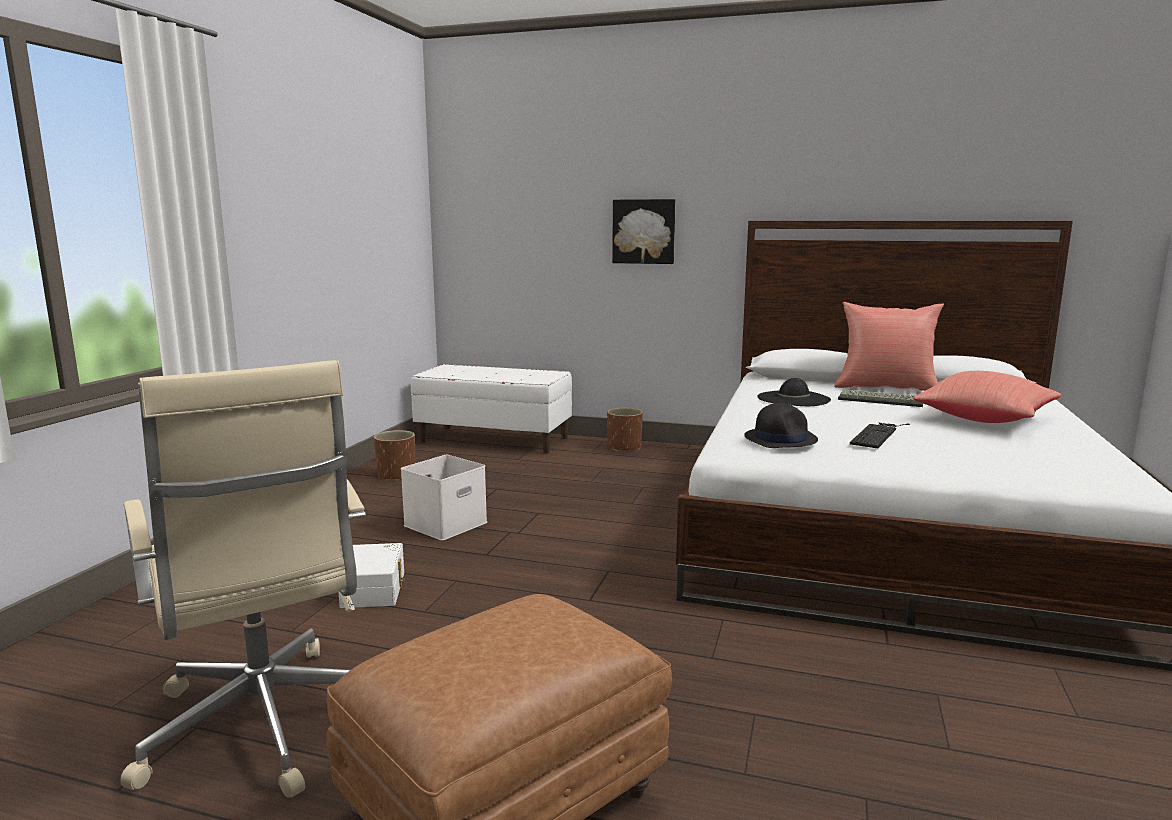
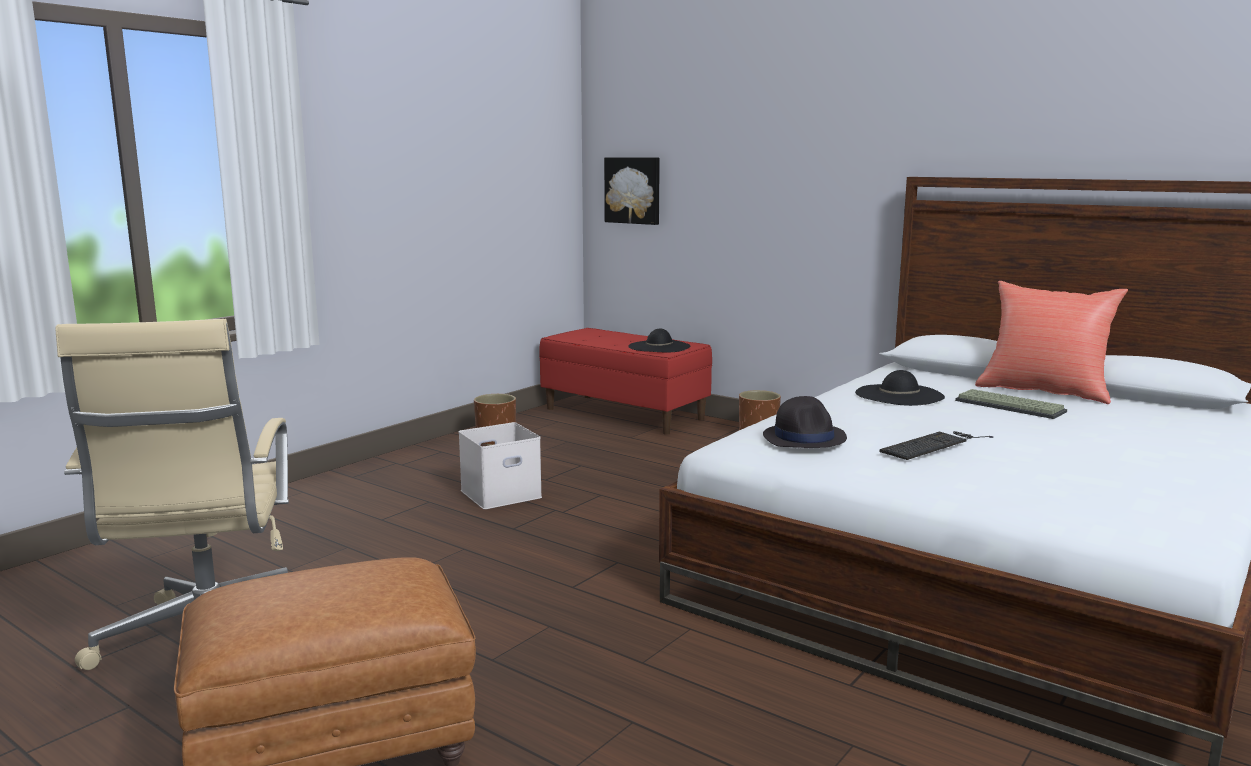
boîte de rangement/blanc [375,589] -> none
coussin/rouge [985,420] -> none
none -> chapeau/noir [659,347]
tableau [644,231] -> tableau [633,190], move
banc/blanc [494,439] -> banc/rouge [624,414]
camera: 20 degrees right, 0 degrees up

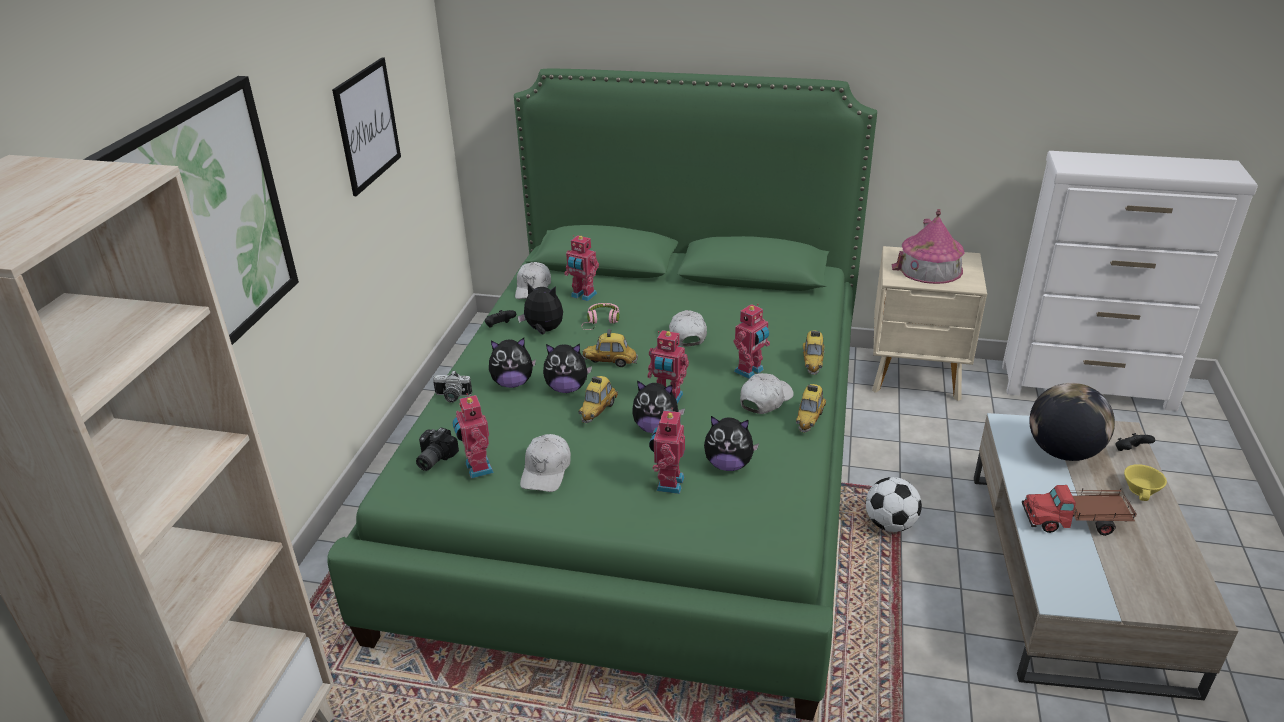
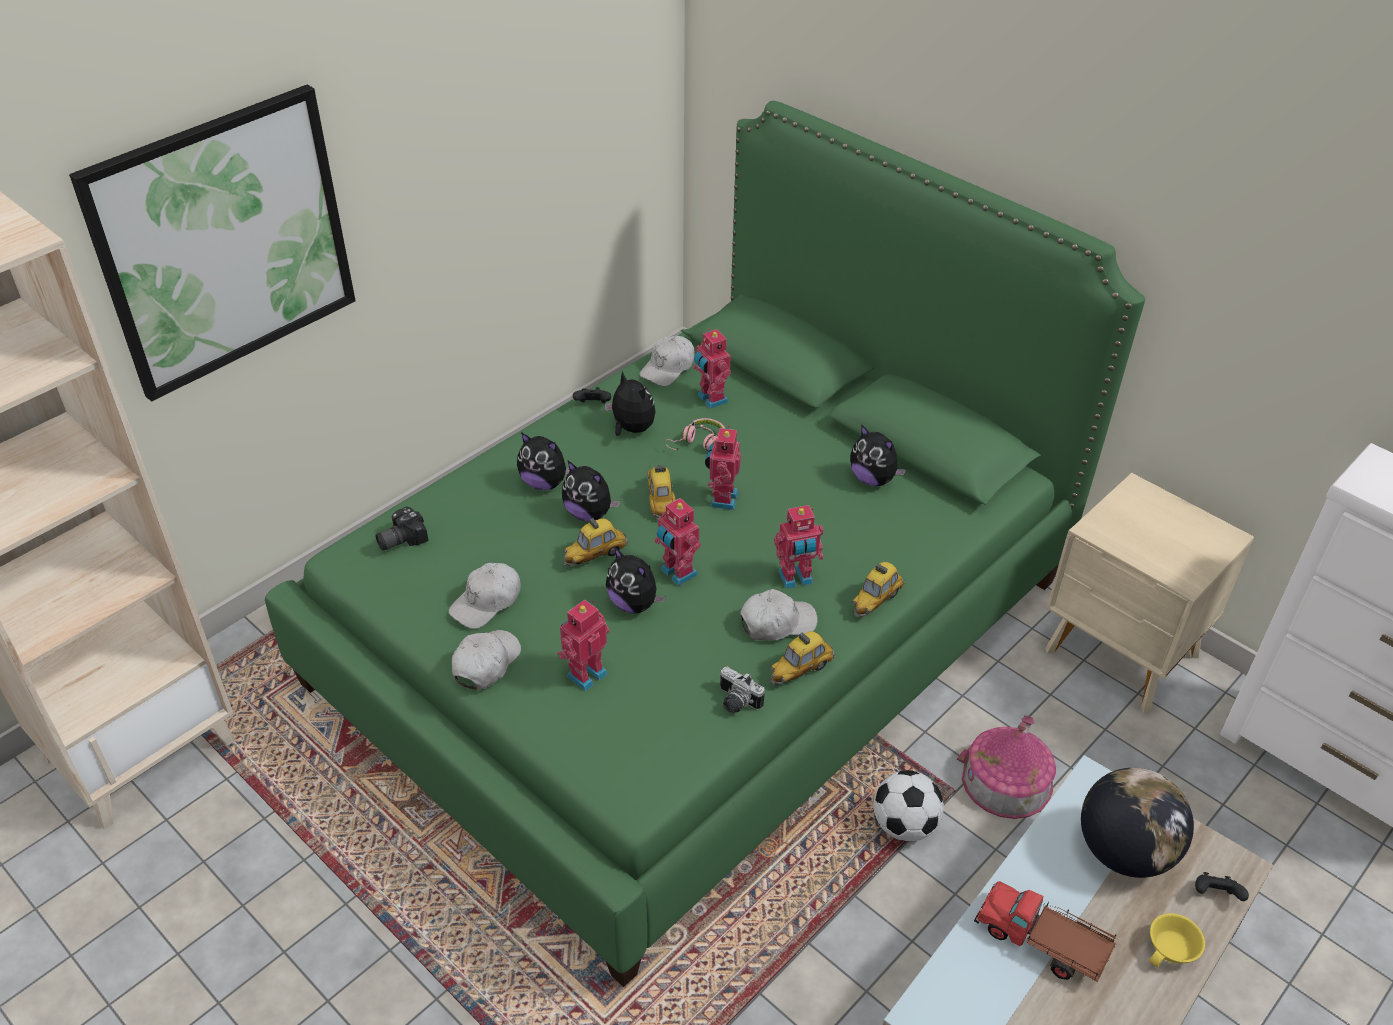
tableau [367,125] -> none
appareil photo [452,397] -> appareil photo [736,702], move
robot jouet [477,468] -> robot jouet [721,499], move
casquette/blanc [687,334] -> casquette/blanc [485,663], move
peluche [728,465] -> peluche [873,479], move
maison miniature [929,268] -> maison miniature [1006,780], move
petite voiture [610,362] -> petite voiture [660,500], 45 degrees clockwise
camera: 30 degrees right, 10 degrees up

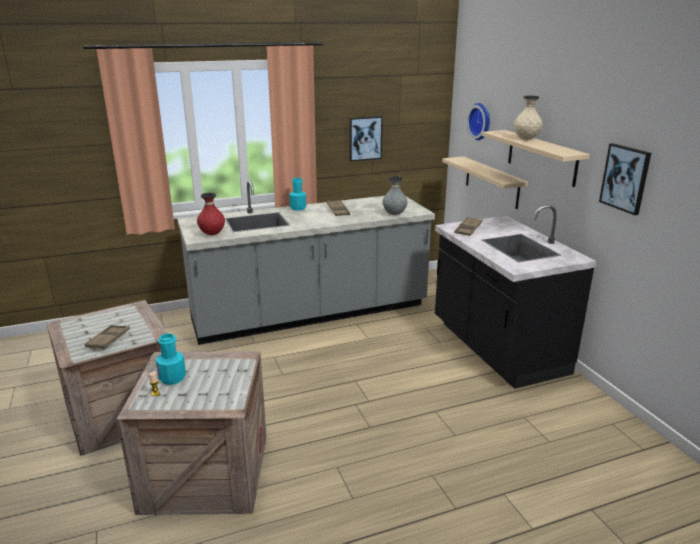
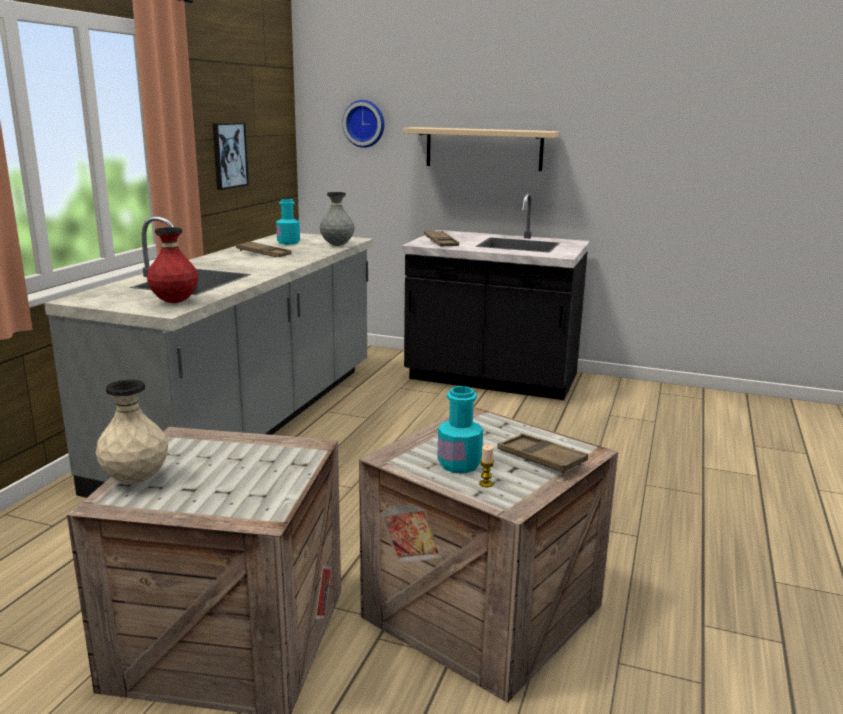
étagère/beige [492,182] -> none
tableau [625,178] -> none
plateau/marron [108,340] -> plateau/marron [541,459], move
bouteille/turquoise [298,208] -> bouteille/turquoise [288,242], move
vase/beige [526,139] -> vase/beige [136,480], move
camera: 50 degrees left, 5 degrees down

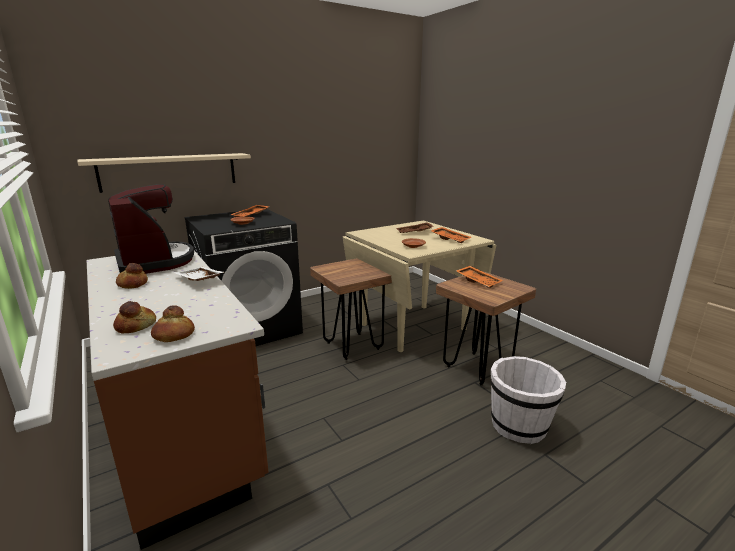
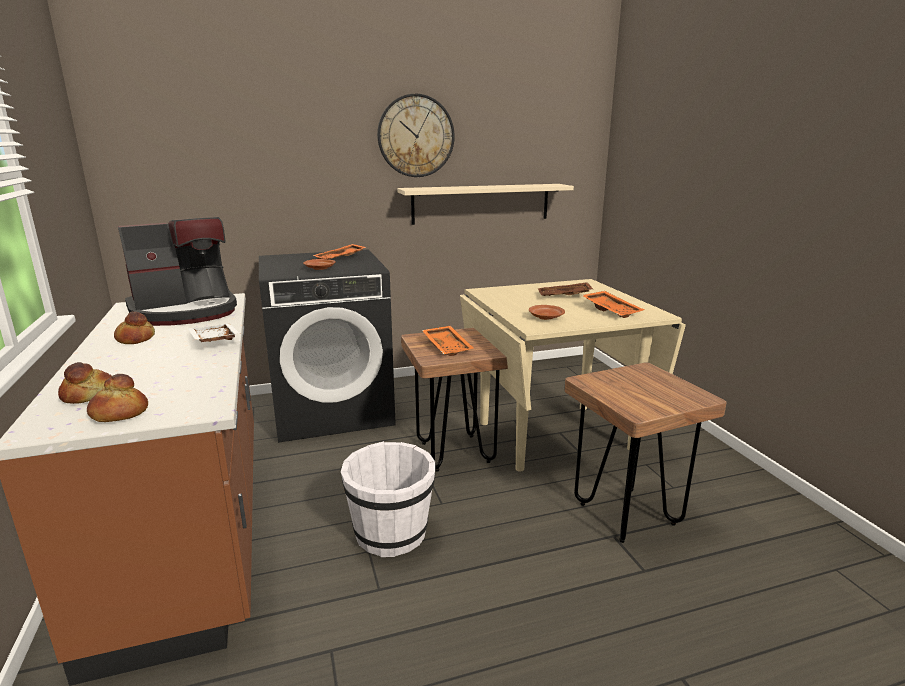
none -> horloge murale [416,136]
étagère/beige [170,171] -> étagère/beige [481,203], move
plateau/orange [478,281] -> plateau/orange [448,347], move
seau/blanc [519,426] -> seau/blanc [391,534], move
machine à café [154,261] -> machine à café [185,311], 75 degrees clockwise
camera: 15 degrees right, 0 degrees up

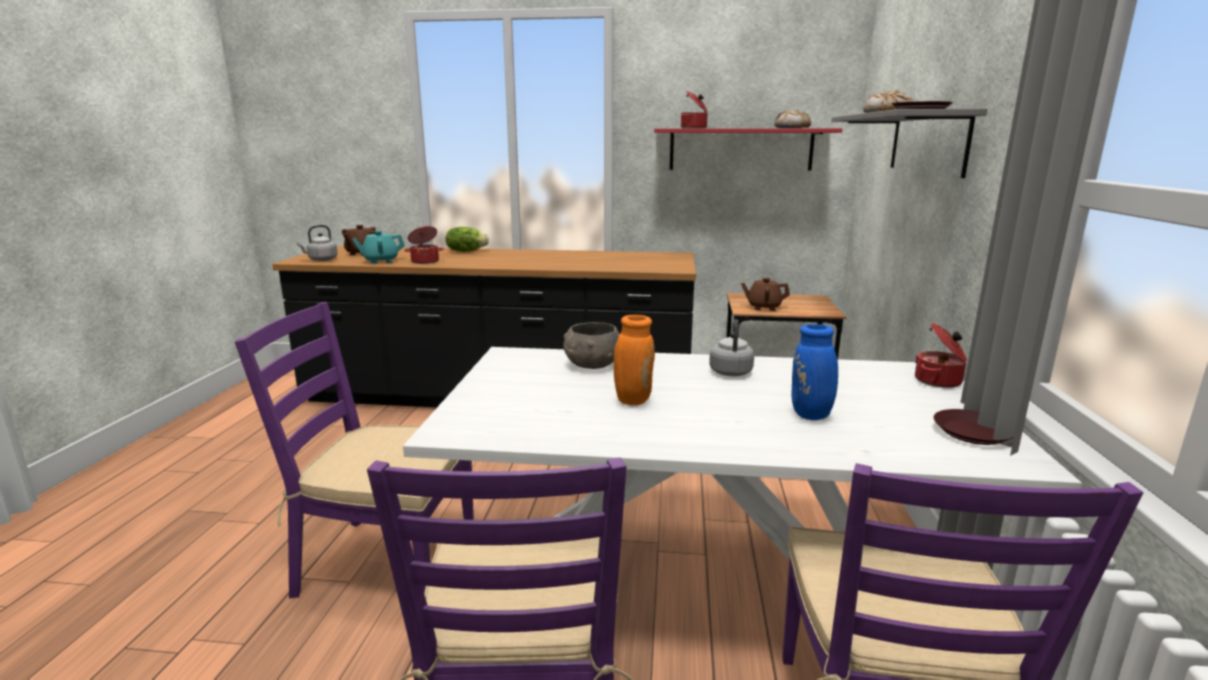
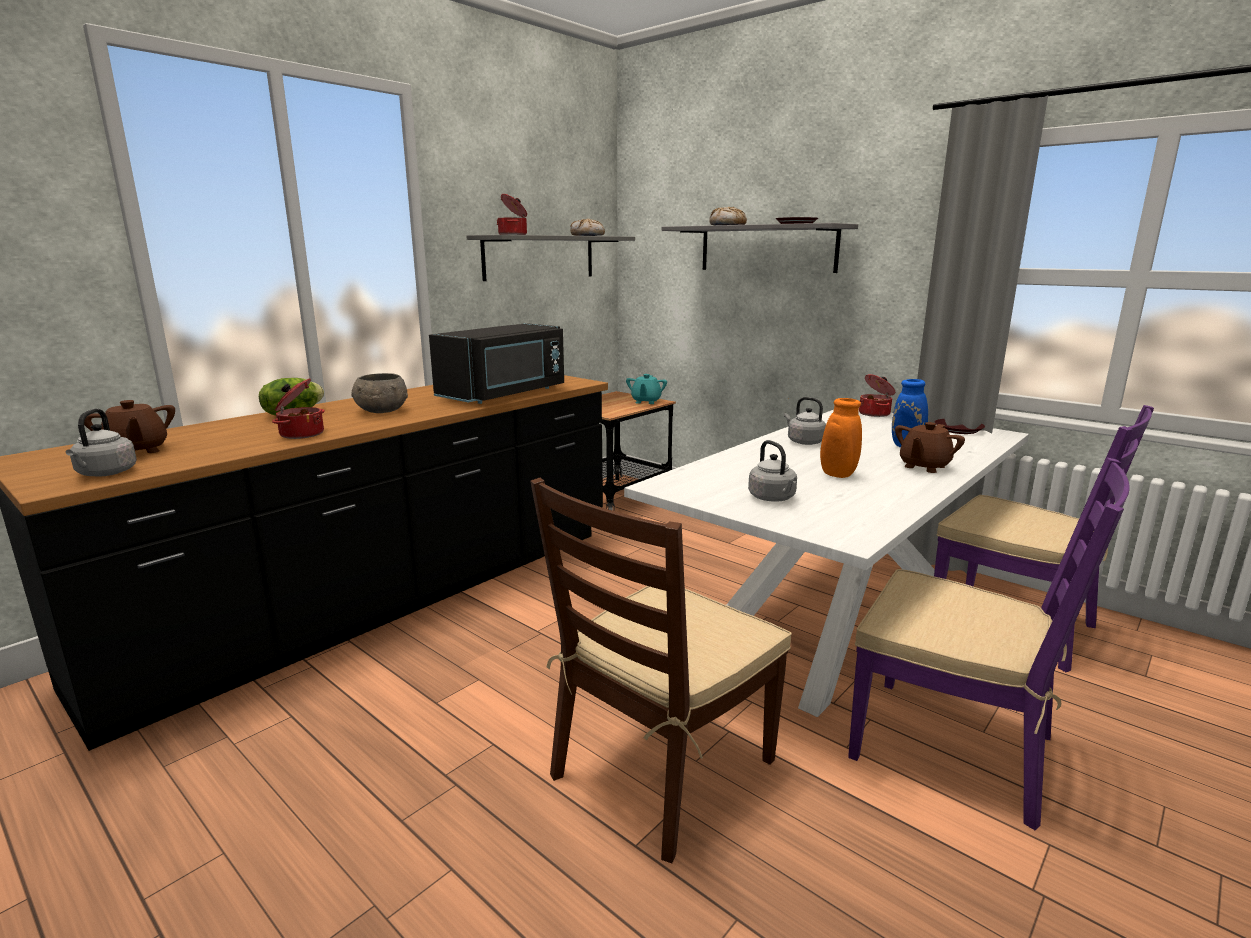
none -> micro-ondes/noir [505,394]
none -> bouilloire/gris [773,498]
théière/turquoise [380,261] -> théière/turquoise [646,401], move
bol/gris [592,365] -> bol/gris [381,411], move
théière/marron [763,307] -> théière/marron [924,466], move
chaise/violet [386,561] -> chaise/marron [662,769]
étagère/rouge [740,149] -> étagère/gris [540,257]
camera: 55 degrees left, 0 degrees up

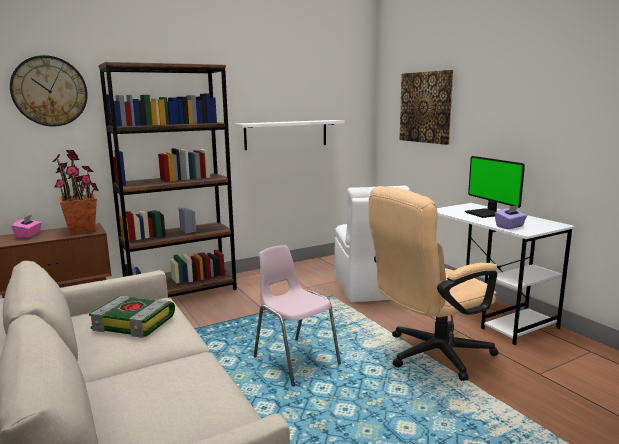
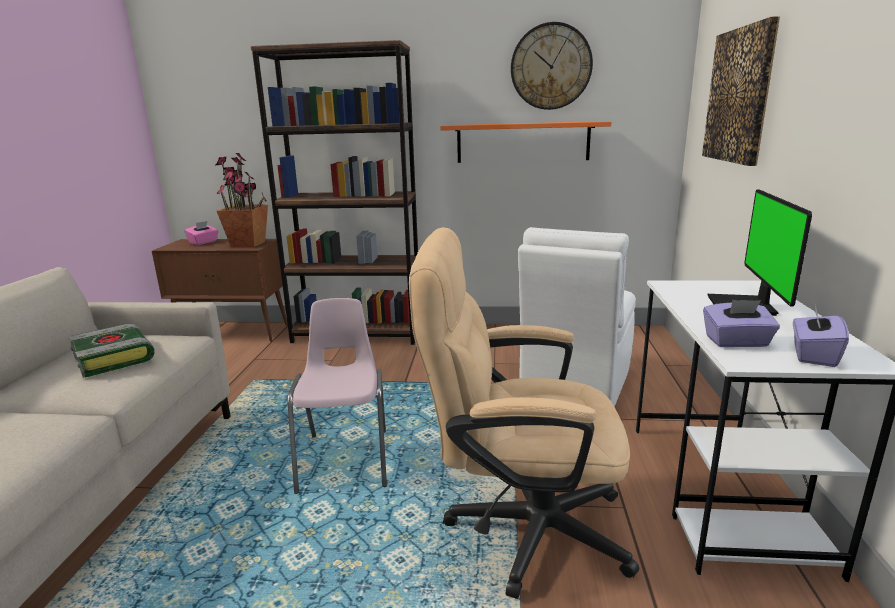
none -> boîte à mouchoirs/violet [813,355]
horloge murale [49,91] -> horloge murale [551,67], move
étagère/blanc [286,134] -> étagère/orange [523,142]
camera: 35 degrees right, 5 degrees up

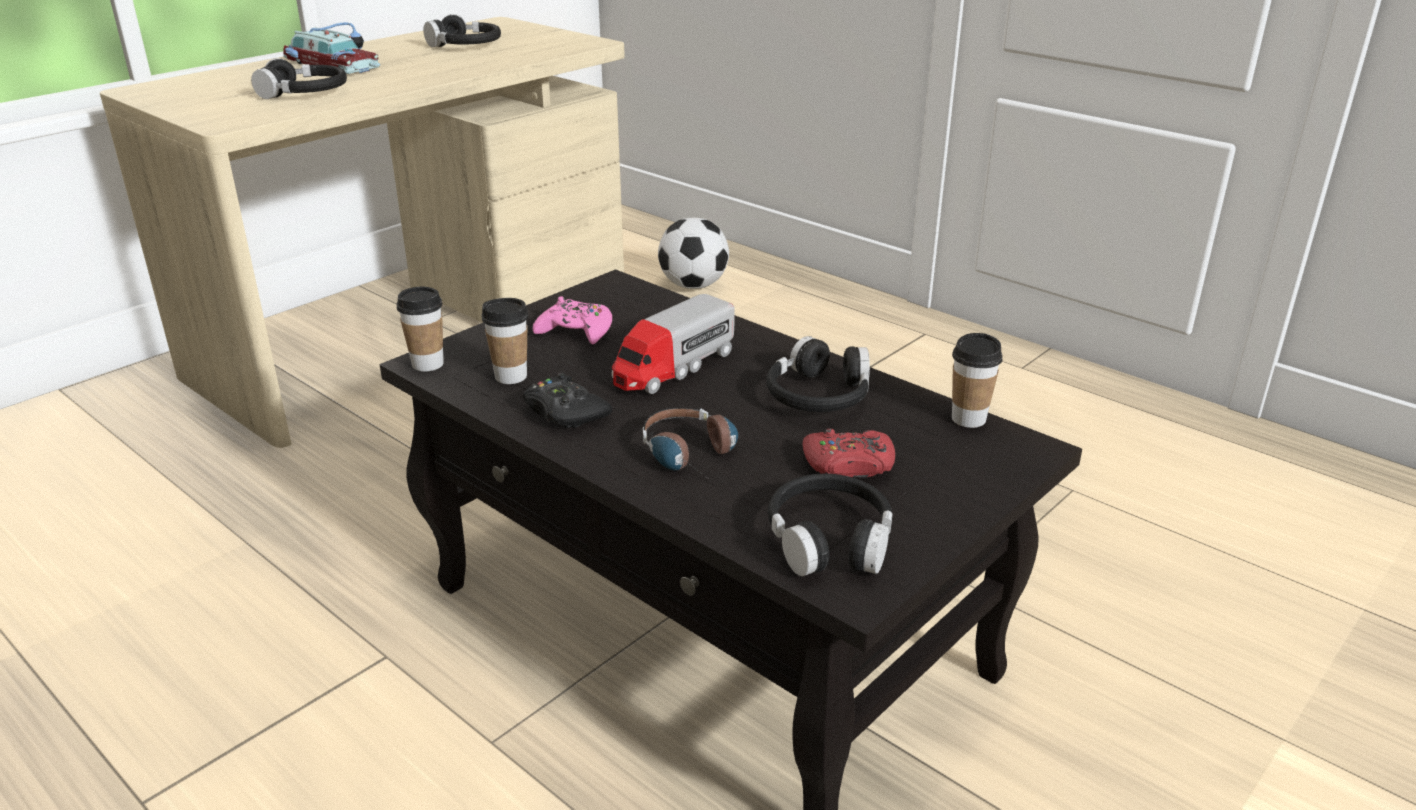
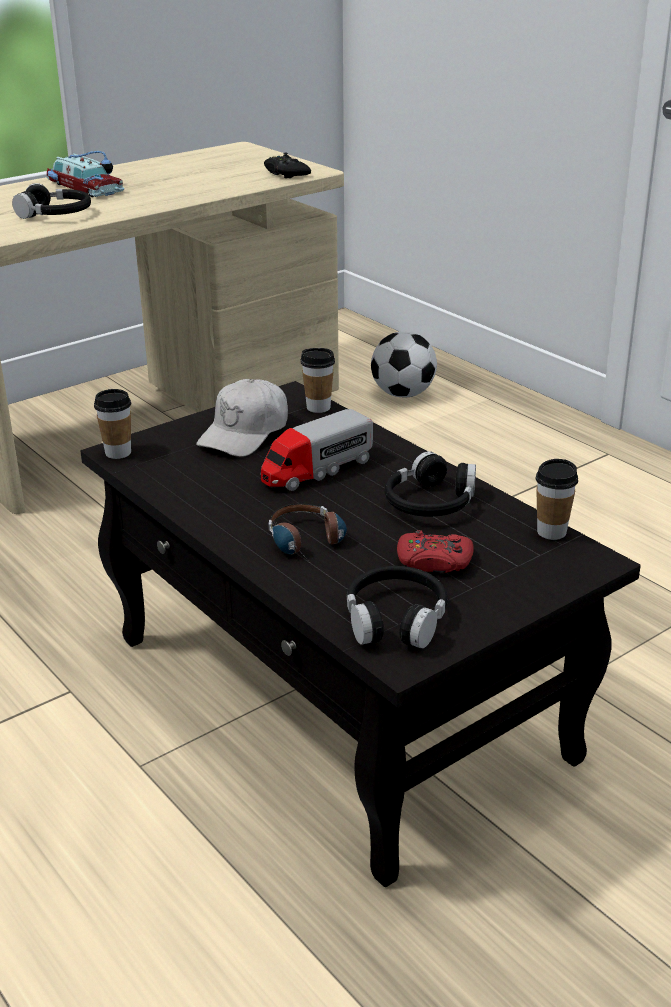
casque audio/noir [465,46] -> none
tasse [511,376] -> tasse [318,407], move
manette/noir [565,412] -> manette/noir [286,173], move
manette/rose [576,331] -> casquette/blanc [245,433]
camera: 10 degrees right, 0 degrees up

